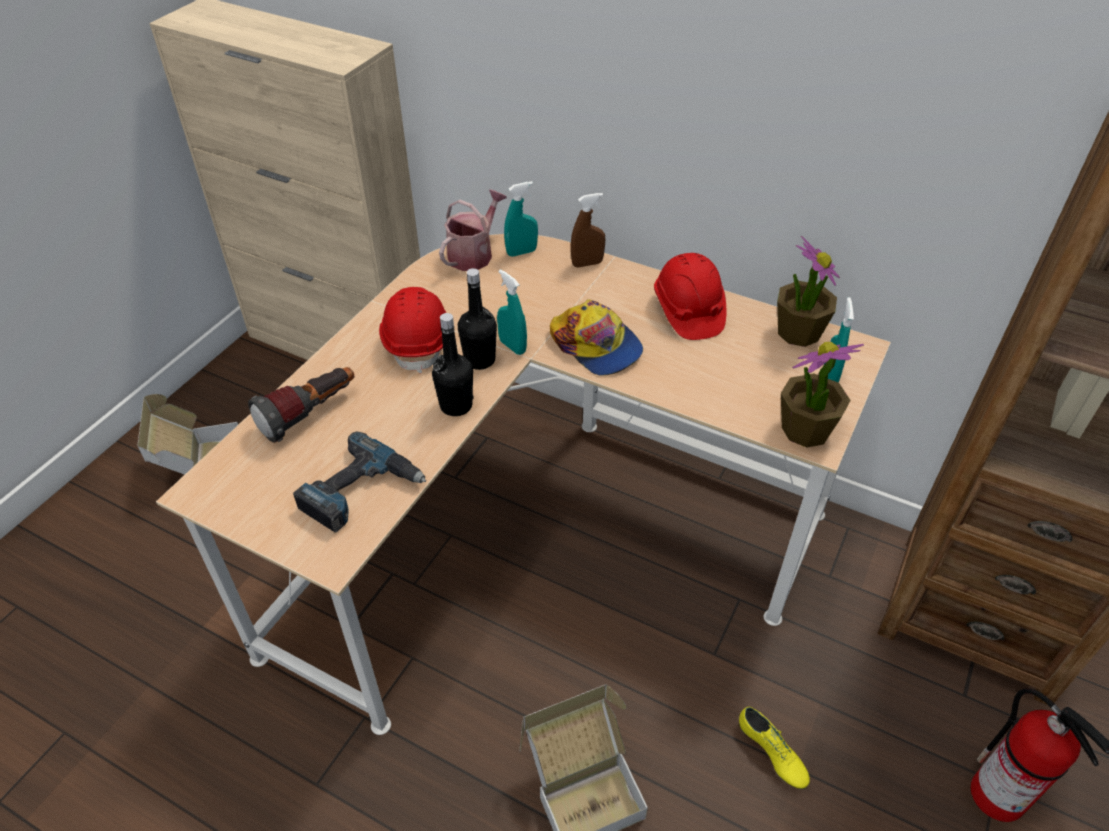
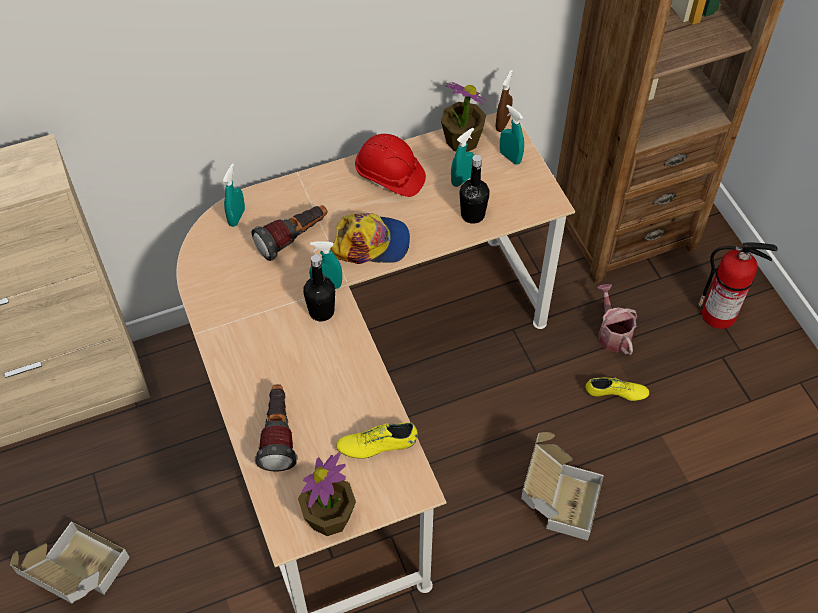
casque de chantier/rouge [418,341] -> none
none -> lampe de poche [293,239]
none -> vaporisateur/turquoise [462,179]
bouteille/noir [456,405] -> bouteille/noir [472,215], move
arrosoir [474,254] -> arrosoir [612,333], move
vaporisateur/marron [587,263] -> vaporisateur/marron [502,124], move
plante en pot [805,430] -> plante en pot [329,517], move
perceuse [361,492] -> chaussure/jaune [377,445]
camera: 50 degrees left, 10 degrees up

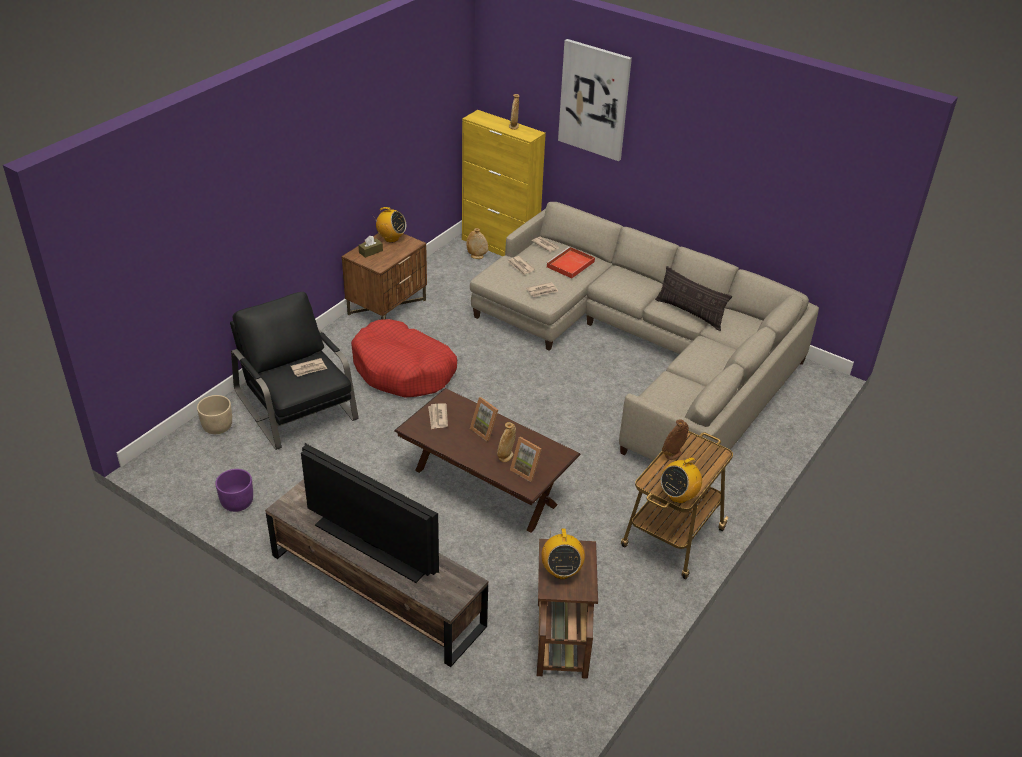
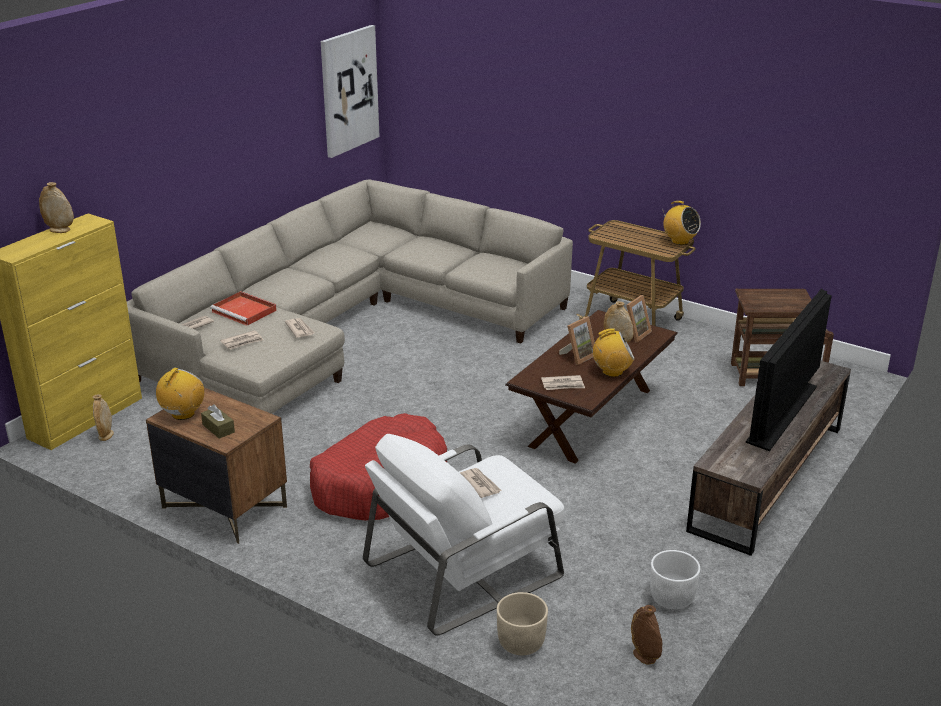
coussin [690,313] -> none
radio [561,571] -> radio [612,372], move
tableau [594,100] -> tableau [349,90], move
vase/marron [672,455] -> vase/marron [644,656], move
cache-pot/violet [237,502] -> cache-pot/blanc [671,598]
fauteuil/noir [297,406] -> fauteuil/blanc [465,569]
camera: 90 degrees left, 10 degrees down

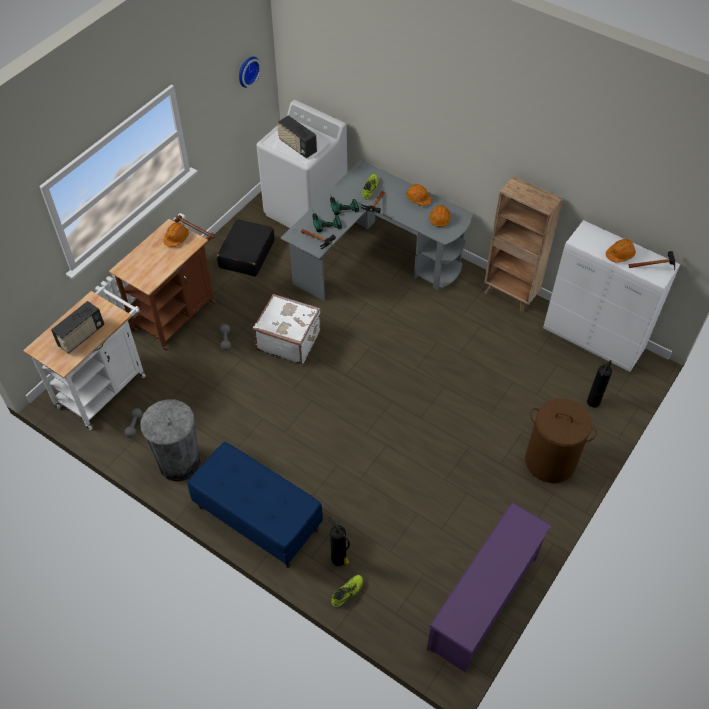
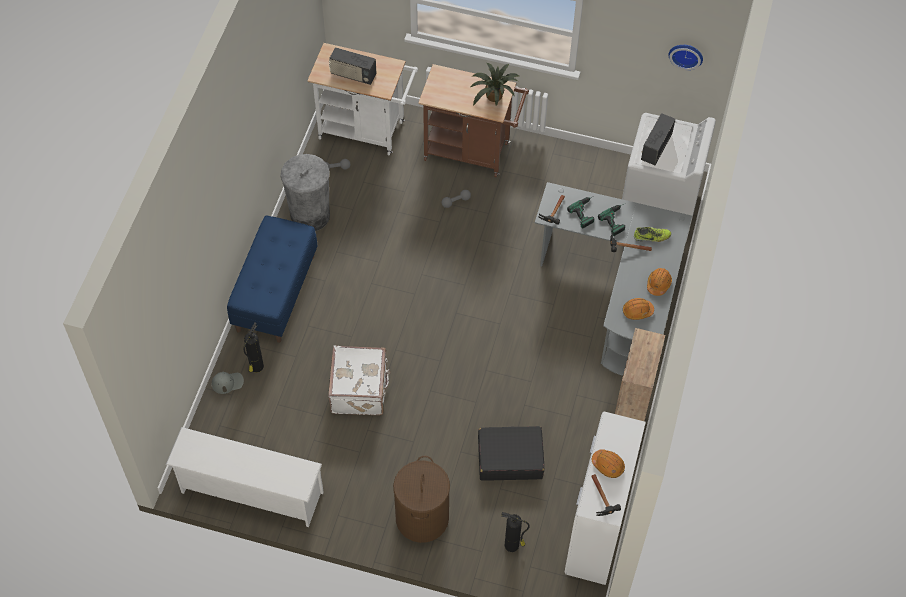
valise/noir [246,254] -> valise/noir [509,458], move
valise/blanc [288,339] -> valise/blanc [360,390], move
casque de chantier/orange [176,238] -> plante en pot [493,97]
chaussure [347,592] -> casquette/gris [227,383]
étagère à chaussures/violet [484,603] -> étagère à chaussures/blanc [250,493]
camera: 70 degrees right, 5 degrees up

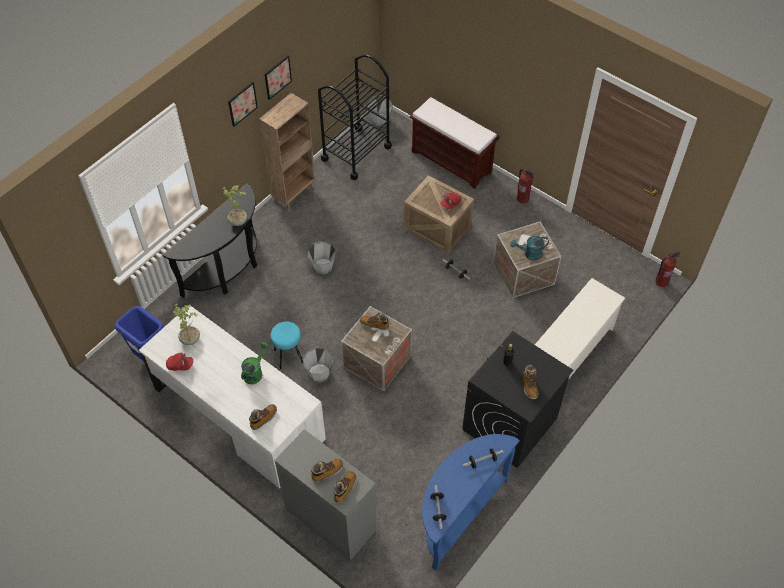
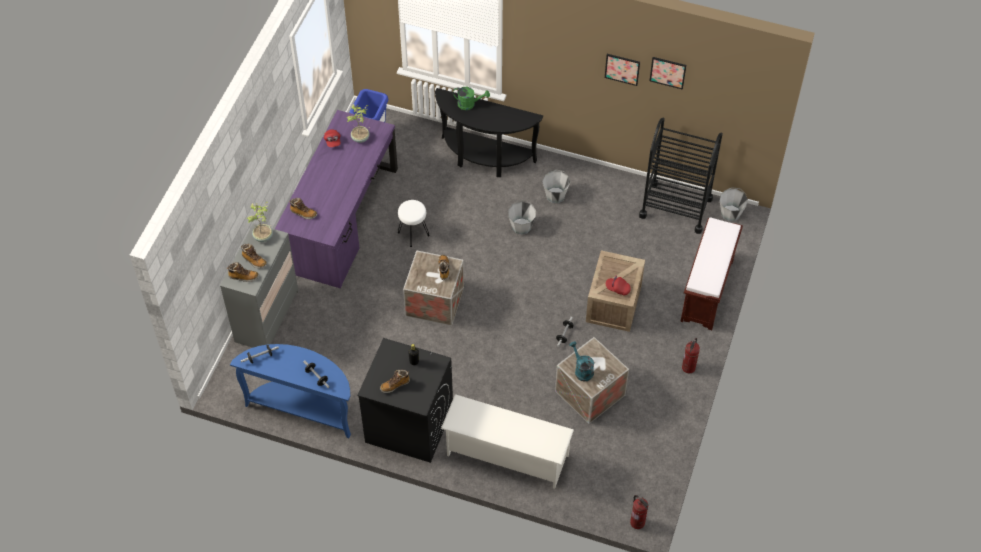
bibliothèque/marron [294,195] -> none
plante en pot [238,221] -> plante en pot [263,237], move
tableau [242,104] -> tableau [668,72], move
arrosoir/vert [255,372] -> arrosoir/vert [469,104], move
seau/gris [319,373] -> seau/gris [555,195], move
bureau/blanc [238,414] -> bureau/violet [341,219]
tabouret/turquoise [289,356] -> tabouret/blanc [413,234]
camera: 70 degrees right, 0 degrees up

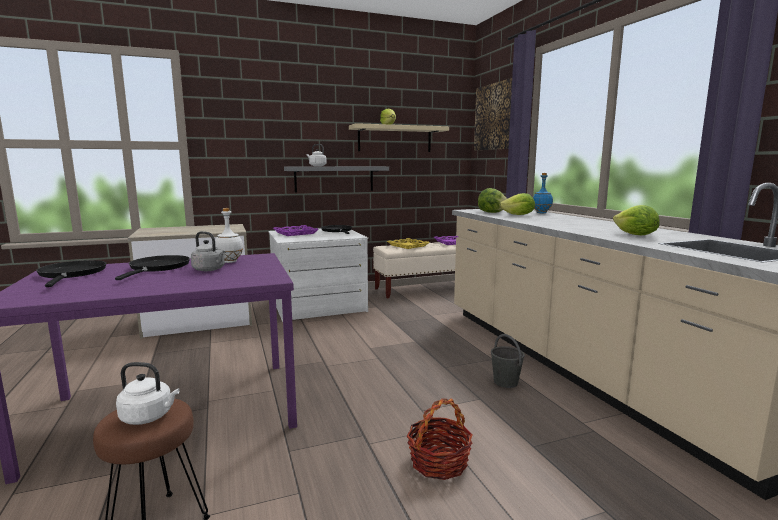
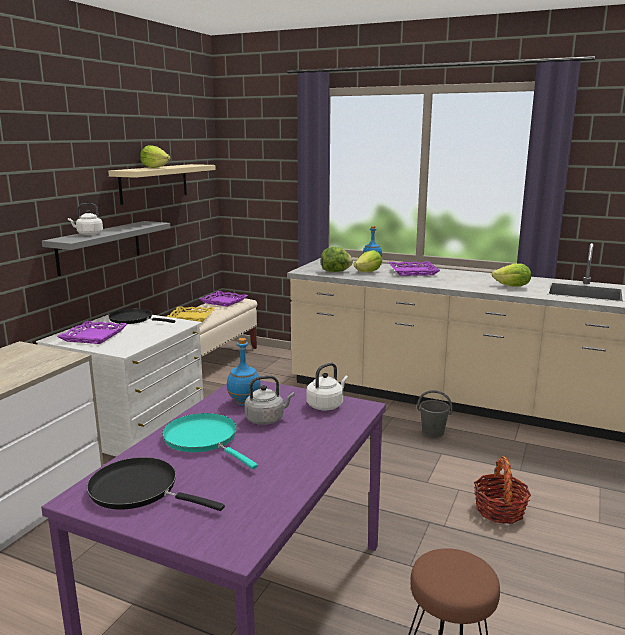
tableau [494,117] -> none
none -> plateau/violet [413,272]
bouilloire/blanc [149,417] -> bouilloire/blanc [326,405], move
poêle/noir [158,268] -> poêle/turquoise [204,439]
bouteille/blanc [229,262] -> bouteille/bleu [244,403]
camera: 45 degrees left, 5 degrees up

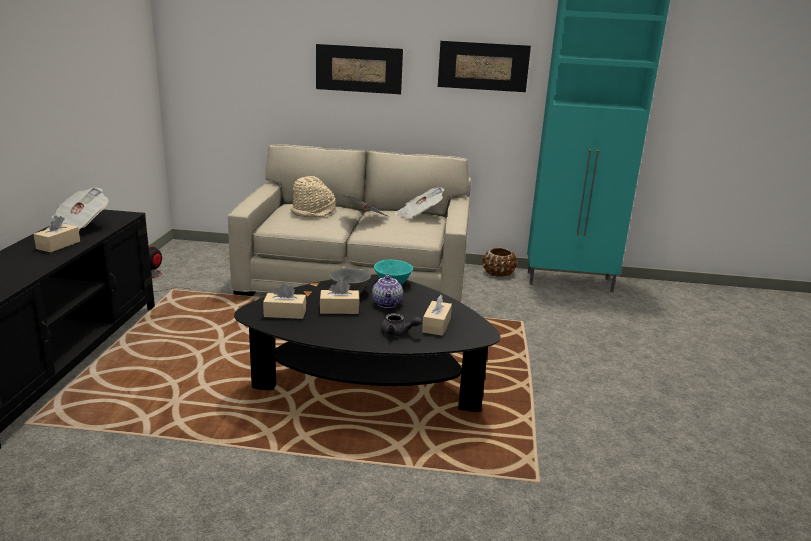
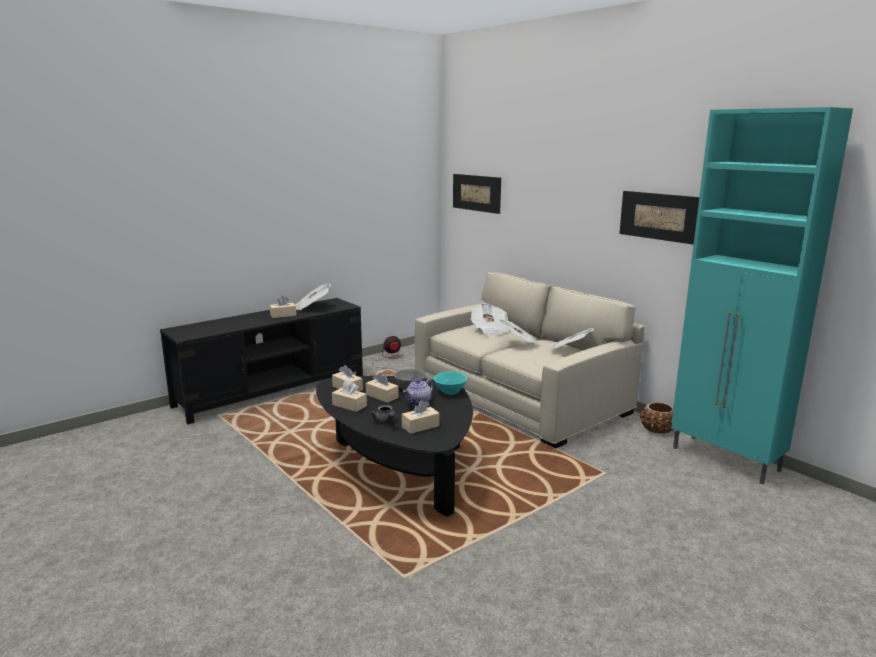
none -> boîte à mouchoirs/beige [349,405]
tableau [359,69] -> tableau [476,193], move
chapeau/beige [313,212] -> journal [489,330]
camera: 45 degrees right, 5 degrees down

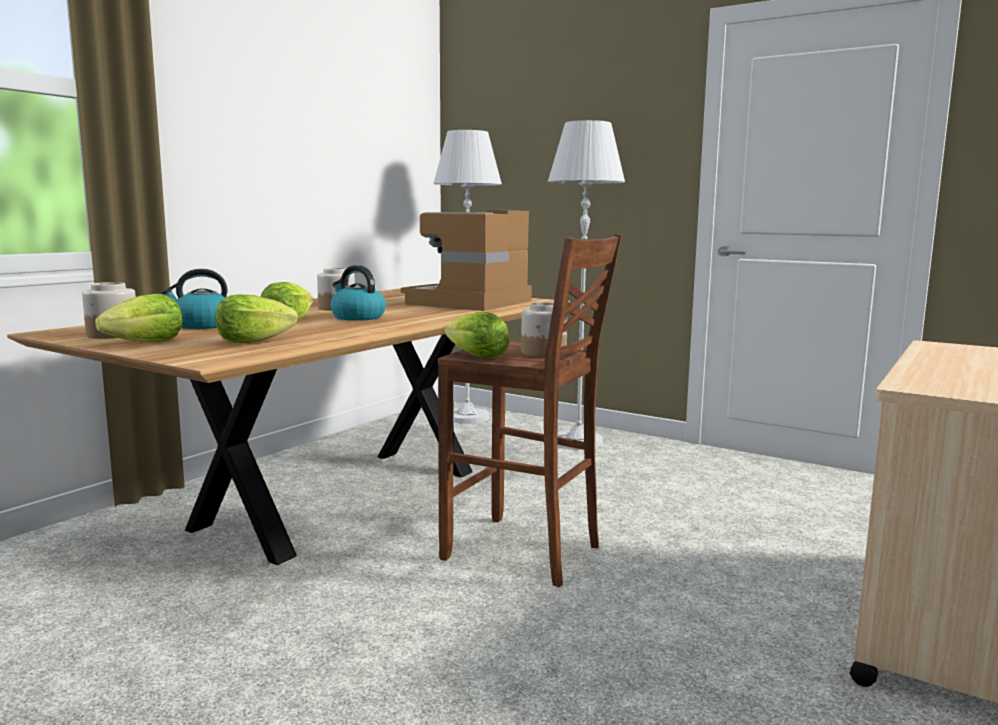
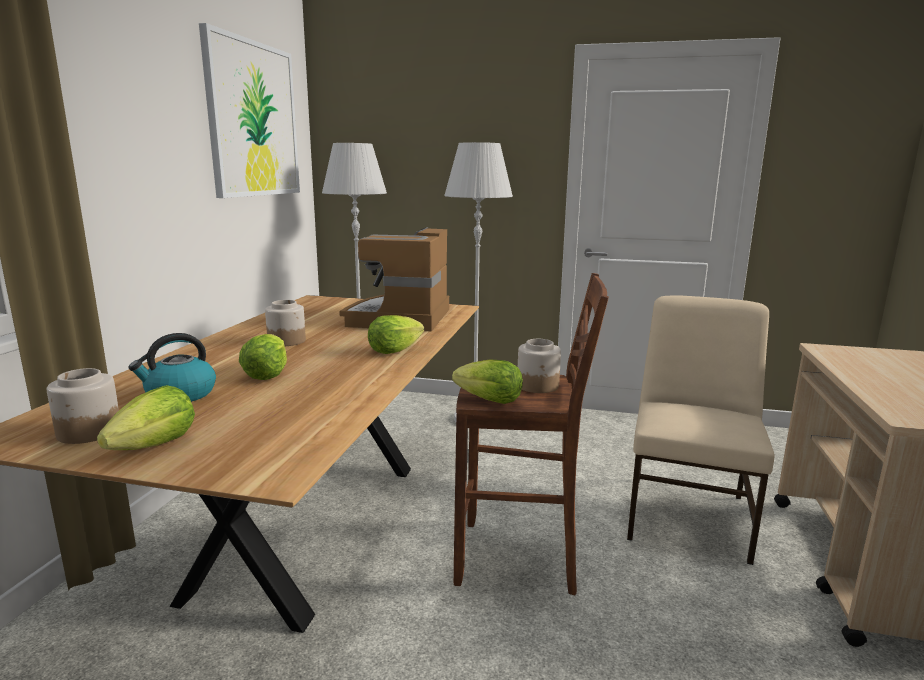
bouilloire [357,317] -> none
none -> tableau [253,120]
none -> chaise/beige [688,515]
laitue [253,342] -> laitue [394,351], move
camera: 20 degrees left, 5 degrees up

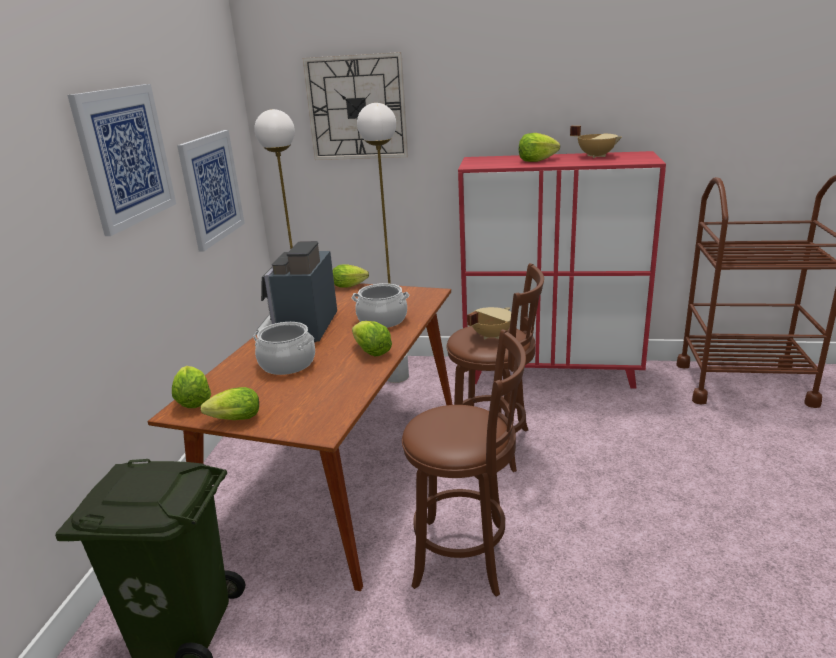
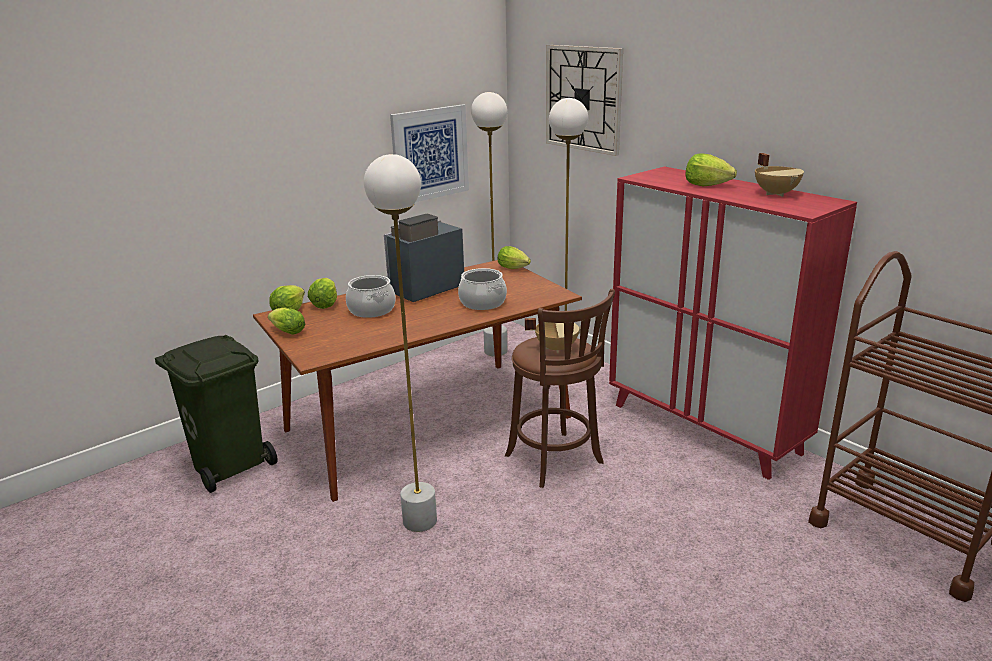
tableau [125,156] -> none
laitue [371,351] -> laitue [325,304], move
tabouret/marron [467,556] -> lampadaire/blanc [420,521]
camera: 40 degrees right, 0 degrees up

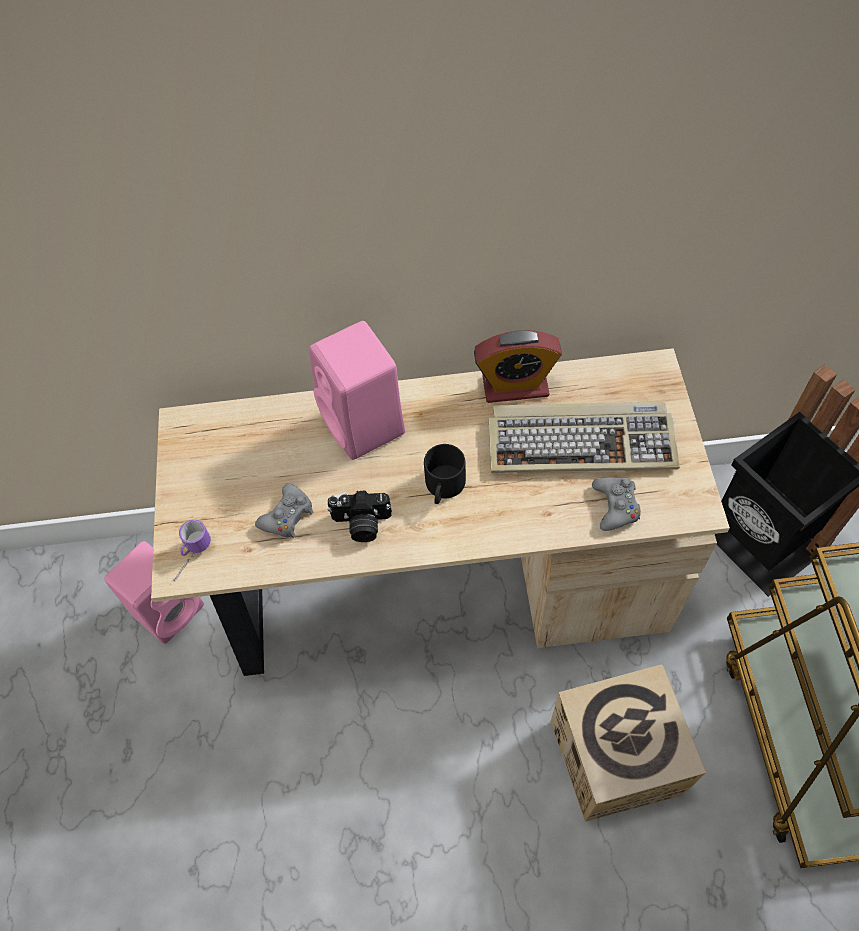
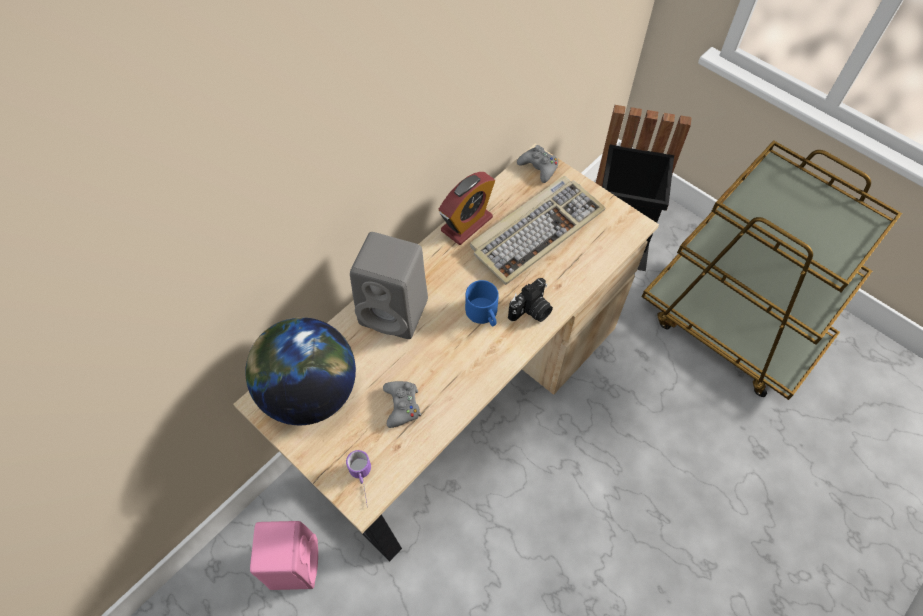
carton [615,757] -> none
none -> globe [310,392]
appareil photo [361,524] -> appareil photo [531,311], move
manette/gris [615,506] -> manette/gris [539,167], move
enceinte/rose [365,425] -> enceinte/gris [396,312]
mug/noir [444,487] -> mug/bleu [484,314]
camera: 45 degrees left, 0 degrees up

